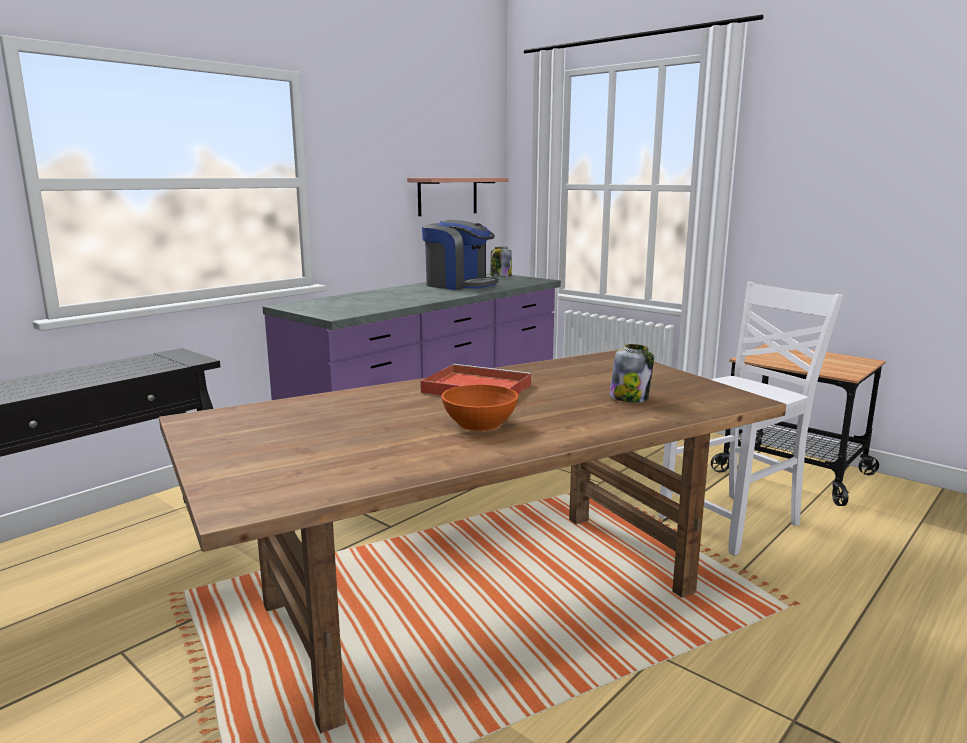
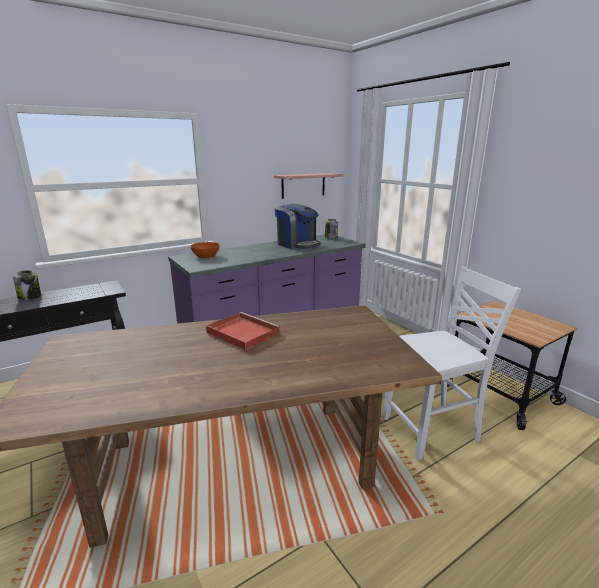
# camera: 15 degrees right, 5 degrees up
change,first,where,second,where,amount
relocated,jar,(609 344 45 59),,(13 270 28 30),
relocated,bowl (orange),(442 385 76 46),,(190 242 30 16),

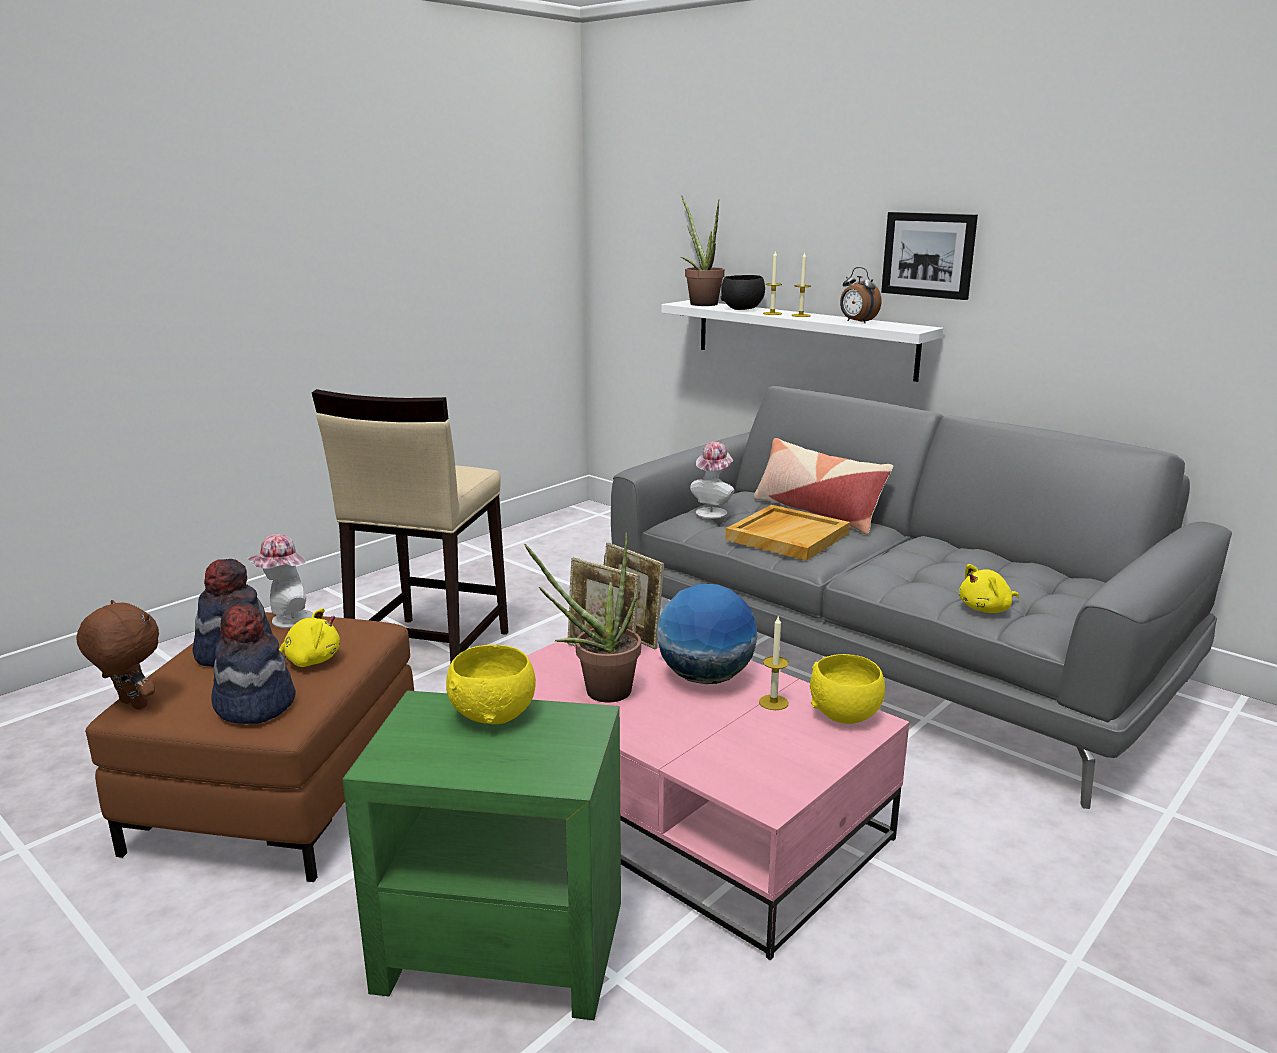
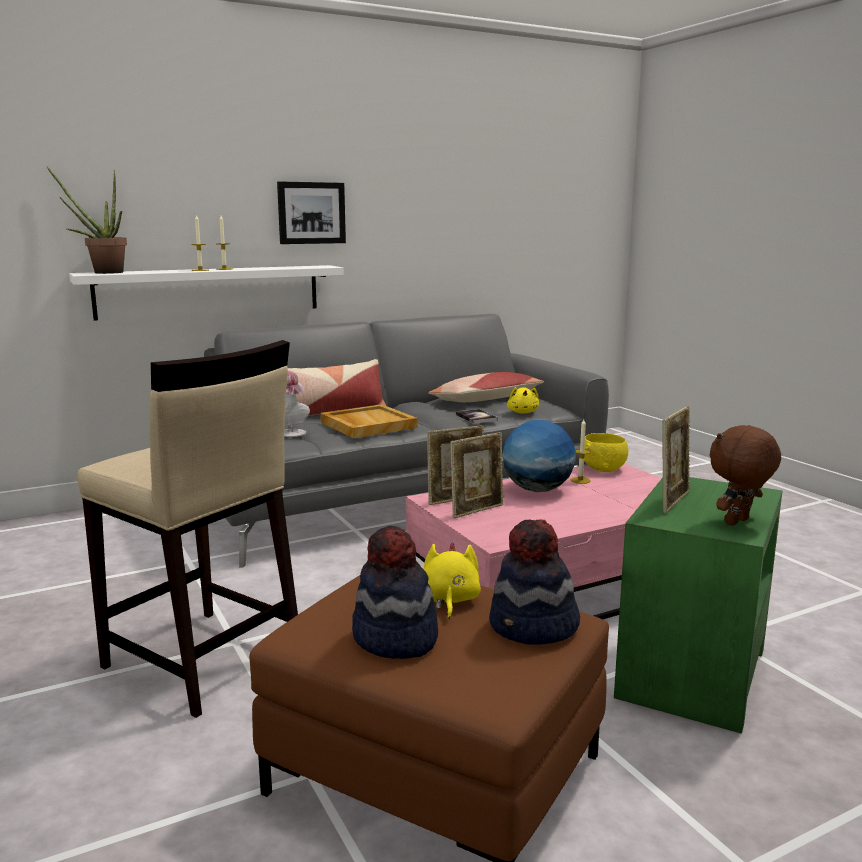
# camera: 70 degrees left, 5 degrees down
change,first,where,second,where,amount
appeared,,,pillow,(428 372 116 30),
appeared,,,book,(456 409 42 15),
exchanged,bowl (yellow),(446 645 90 79),picture frame,(662 406 28 107),
relocated,plush toy (brown),(76 600 83 110),,(710 425 71 100),
missing,hat,(247 534 66 94),,,
missing,potted plant,(524 532 117 170),,,
missing,bowl (black),(720 275 45 35),,,
missing,alarm clock,(840 267 42 56),,,

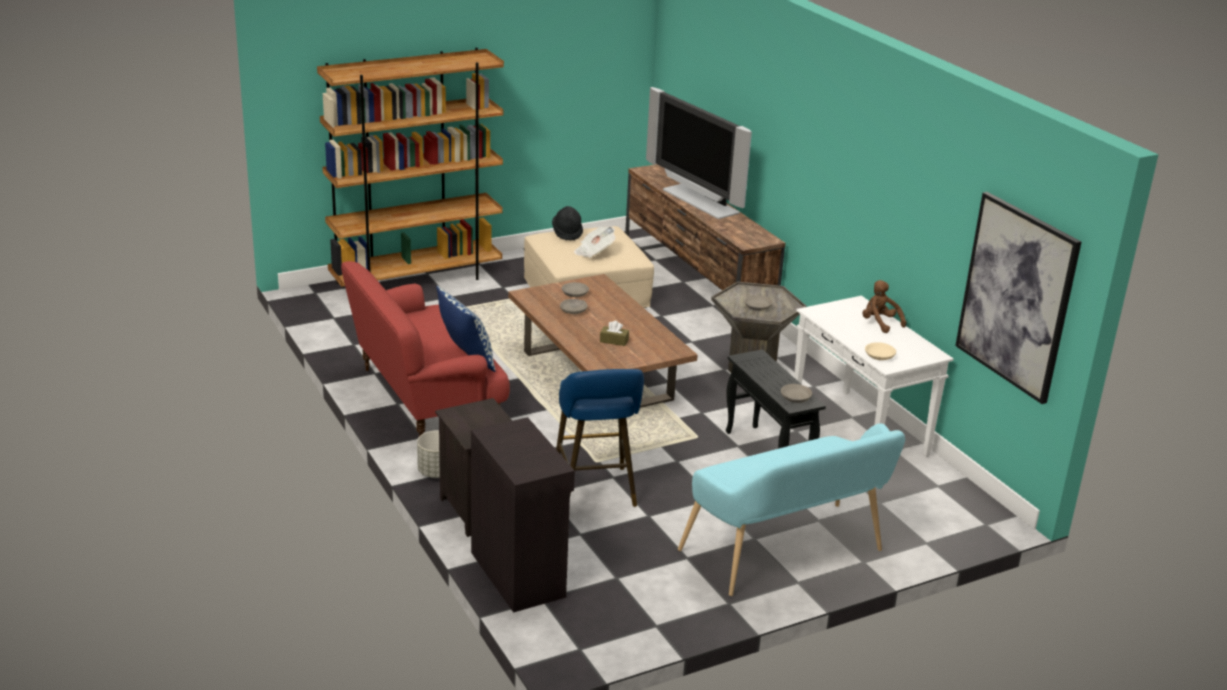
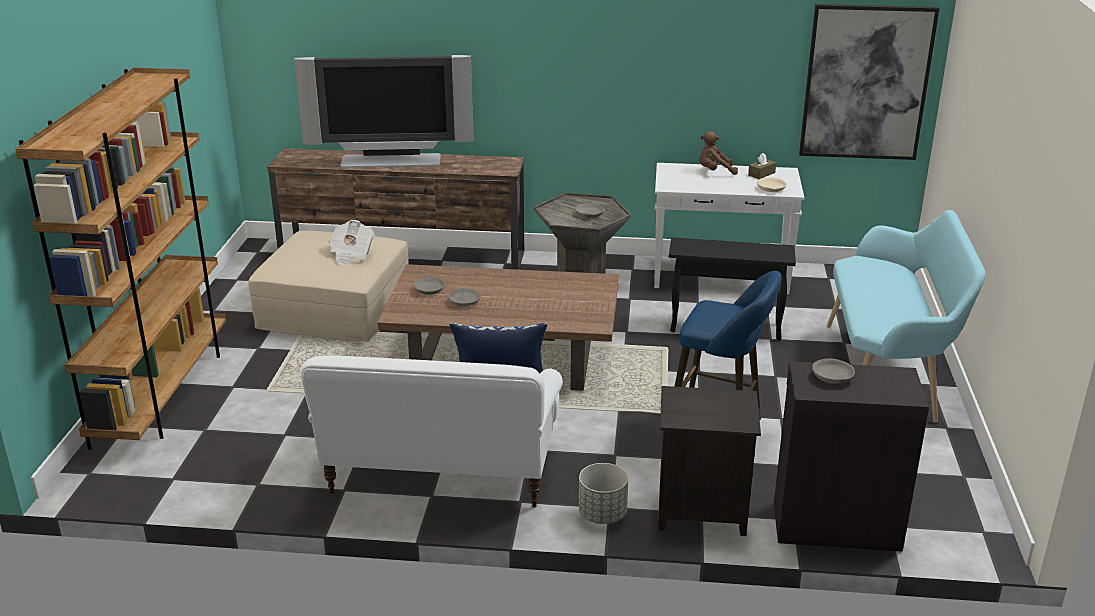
# camera: 55 degrees left, 0 degrees up
change,first,where,second,where,amount
colour,sofa (red),(341 261 169 175),sofa (white),(300 356 263 152),
relocated,tissue box (brown),(600 321 29 25),,(748 153 28 26),
relocated,bowl (grey),(781 384 31 19),,(812 359 43 25),
missing,hat (black),(552 206 31 35),,,

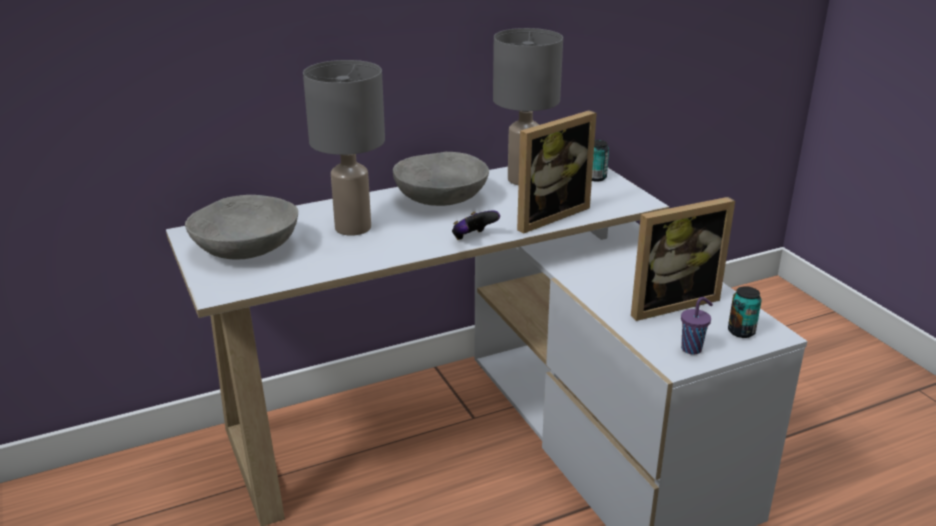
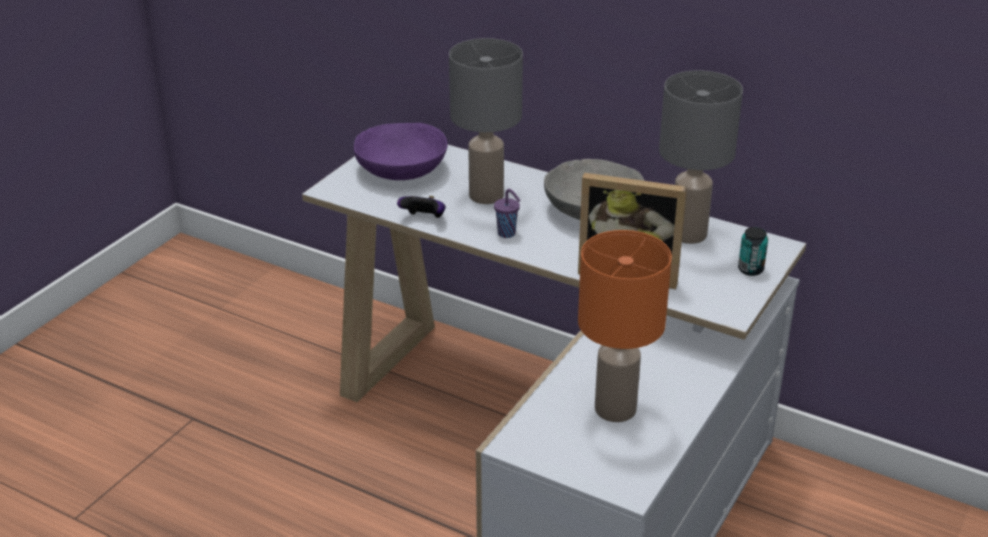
# camera: 55 degrees right, 5 degrees up
change,first,where,second,where,amount
colour,bowl (grey),(185 195 113 65),bowl (purple),(354 123 94 57),
relocated,game controller,(452 210 48 30),,(397 196 48 22),
relocated,cup (purple),(681 297 32 57),,(494 189 27 49),
exchanged,picture frame,(631 197 104 124),table lamp (orange),(578 230 94 192),
missing,can,(728 286 34 52),,,

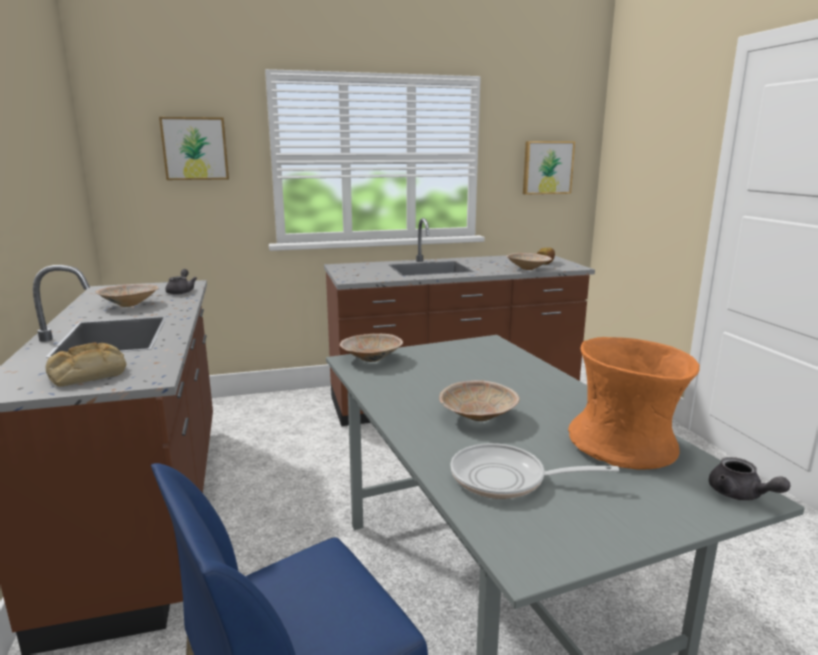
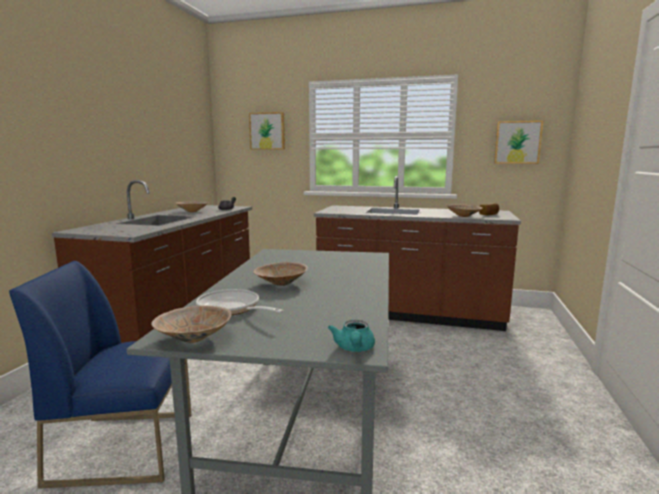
# camera: 30 degrees right, 5 degrees down
change,first,where,second,where,amount
relocated,bowl (beige),(340 334 63 28),,(151 306 81 37),
colour,teapot (grey),(709 457 82 44),teapot (turquoise),(328 320 47 32),
missing,bread,(46 342 80 44),,,
missing,vase (orange),(568 337 132 132),,,

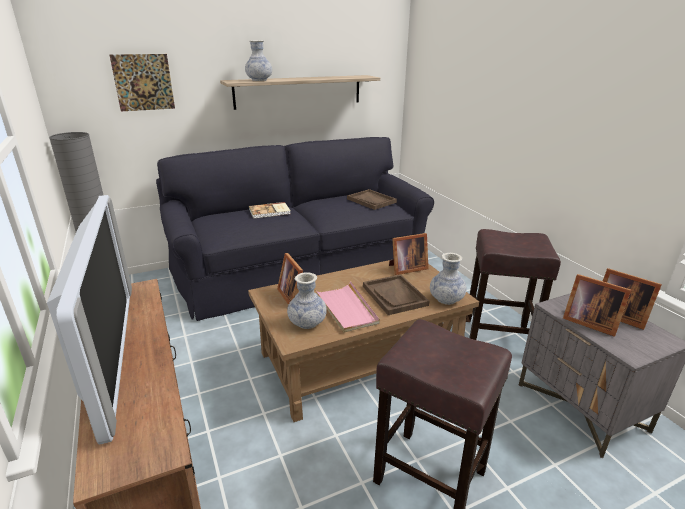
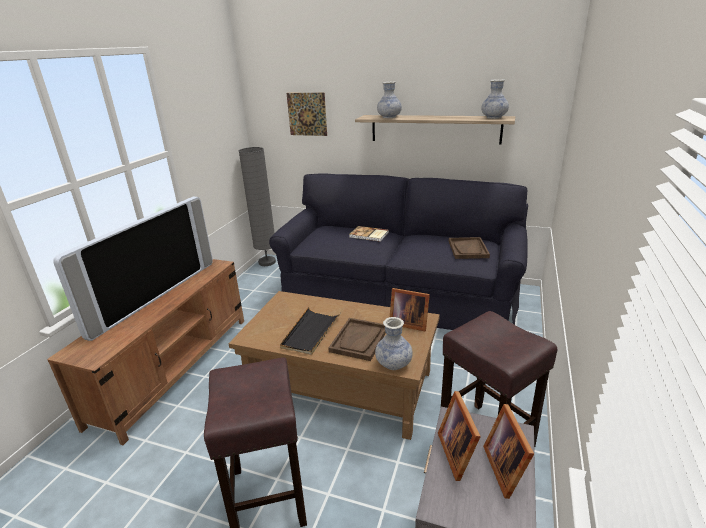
# camera: 45 degrees right, 0 degrees up
change,first,where,second,where,amount
colour,tray (pink),(314 281 66 52),tray (black),(280 307 61 48),
relocated,vase,(287 272 40 57),,(481 79 28 40),
missing,picture frame,(277 253 26 52),,,

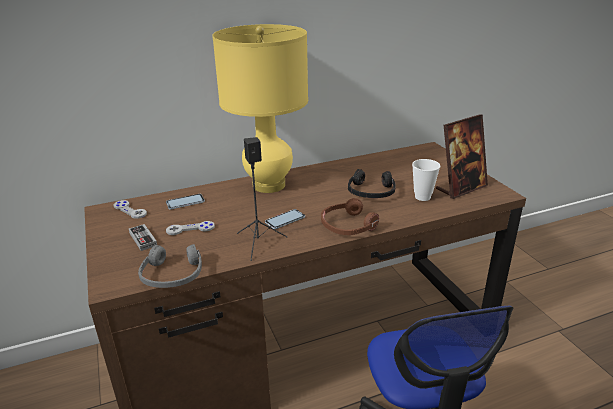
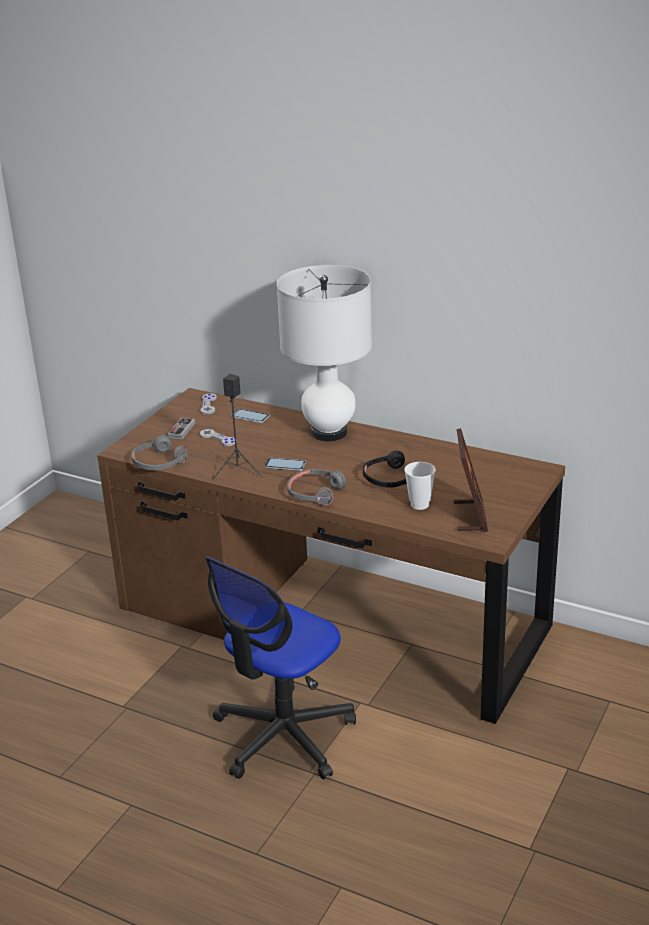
# camera: 50 degrees right, 0 degrees up
change,first,where,second,where,amount
colour,table lamp (yellow),(212 24 96 169),table lamp (white),(277 265 95 176),
colour,headphones (brown),(321 198 58 37),headphones (grey),(287 469 59 37),
spun,picture frame,(436 114 52 85),,(454 428 34 104),105 degrees counterclockwise

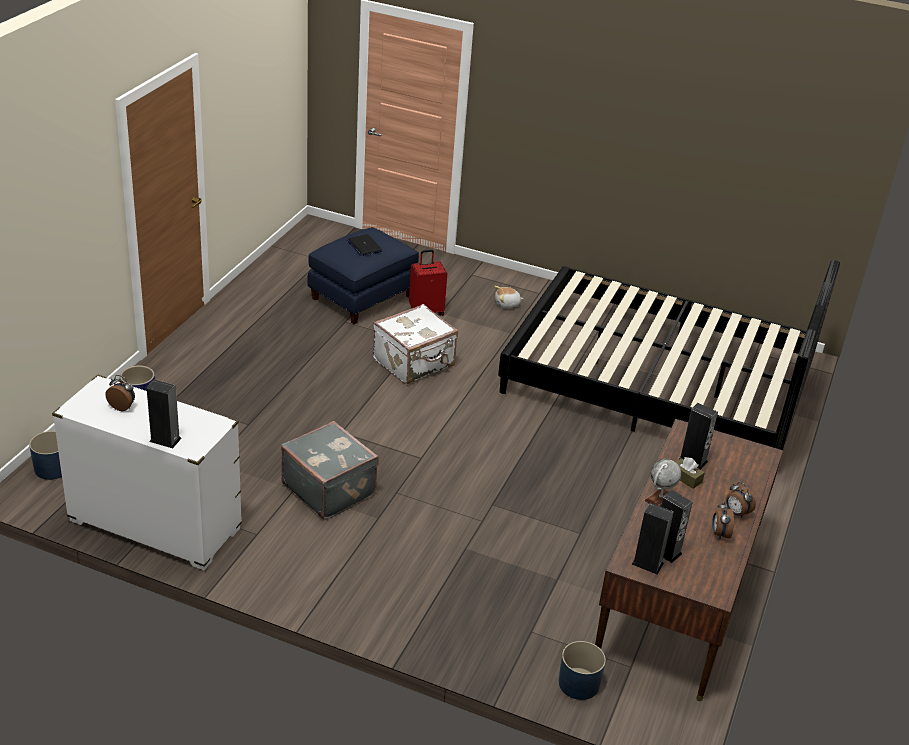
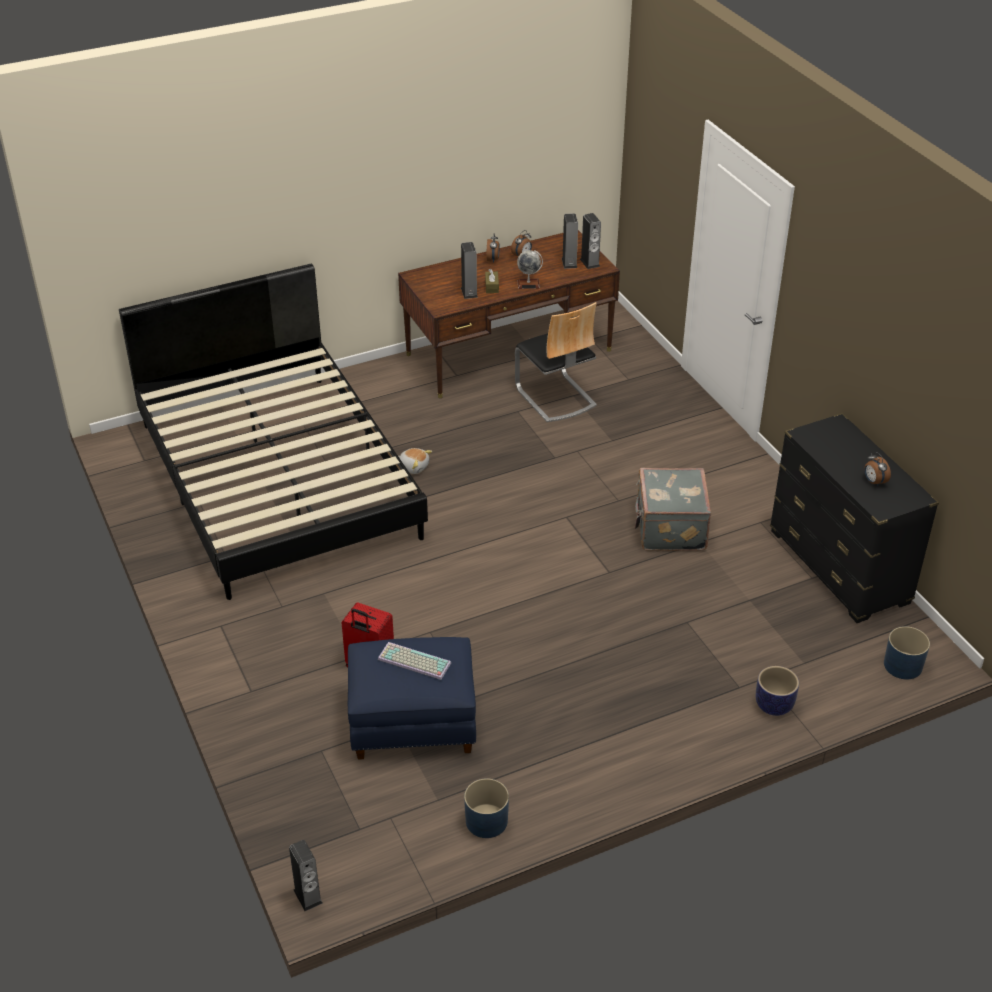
# camera: 135 degrees left, 5 degrees up
change,first,where,second,where,amount
relocated,speaker,(147 380 35 68),,(289 840 34 71),
exchanged,laptop,(347 234 36 22),keyboard,(378 642 73 38),
relocated,plush toy,(494 286 30 22),,(398 448 34 26),
relocated,planter (blue),(559 641 47 59),,(464 778 45 60),
appeared,,,chair,(515 302 82 120),
colour,dresser (white),(52 375 190 195),dresser (black),(770 413 169 210),
missing,suitcase (white),(373 304 85 80),,,

